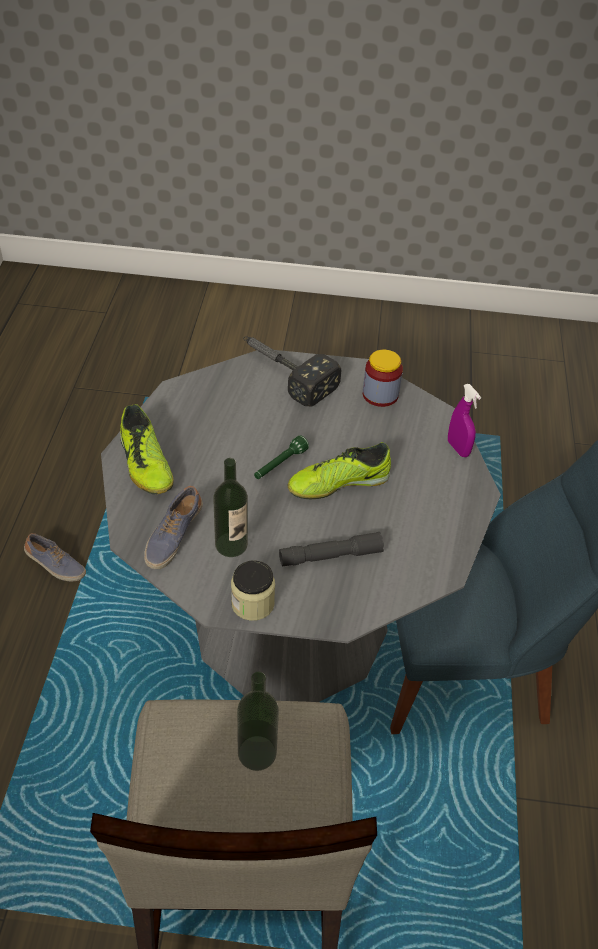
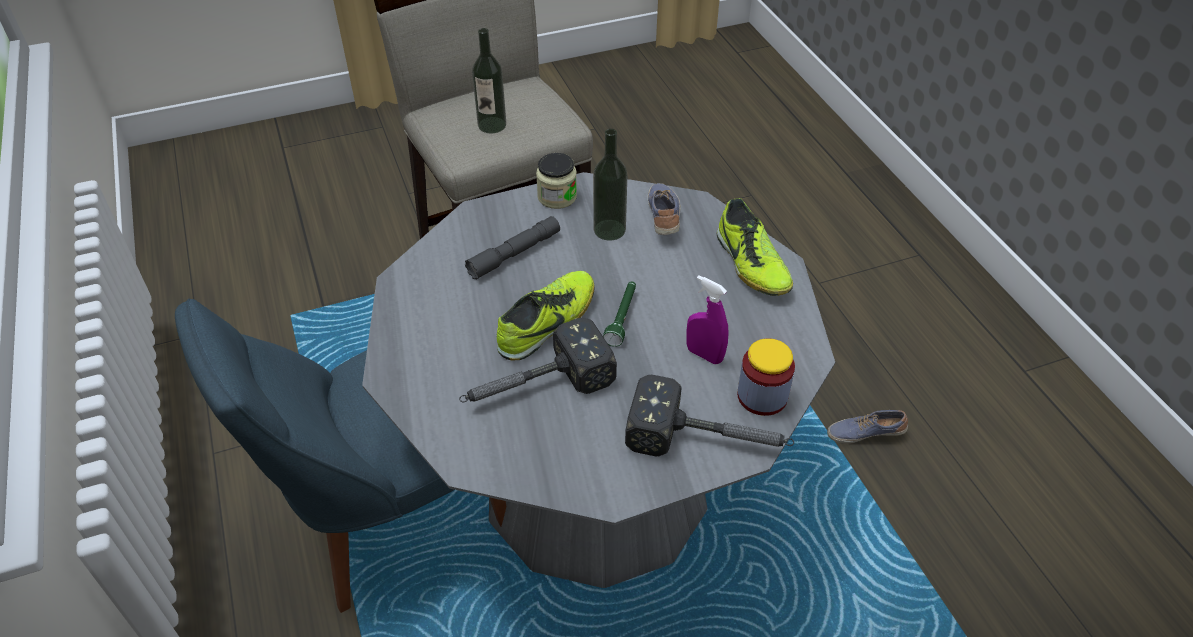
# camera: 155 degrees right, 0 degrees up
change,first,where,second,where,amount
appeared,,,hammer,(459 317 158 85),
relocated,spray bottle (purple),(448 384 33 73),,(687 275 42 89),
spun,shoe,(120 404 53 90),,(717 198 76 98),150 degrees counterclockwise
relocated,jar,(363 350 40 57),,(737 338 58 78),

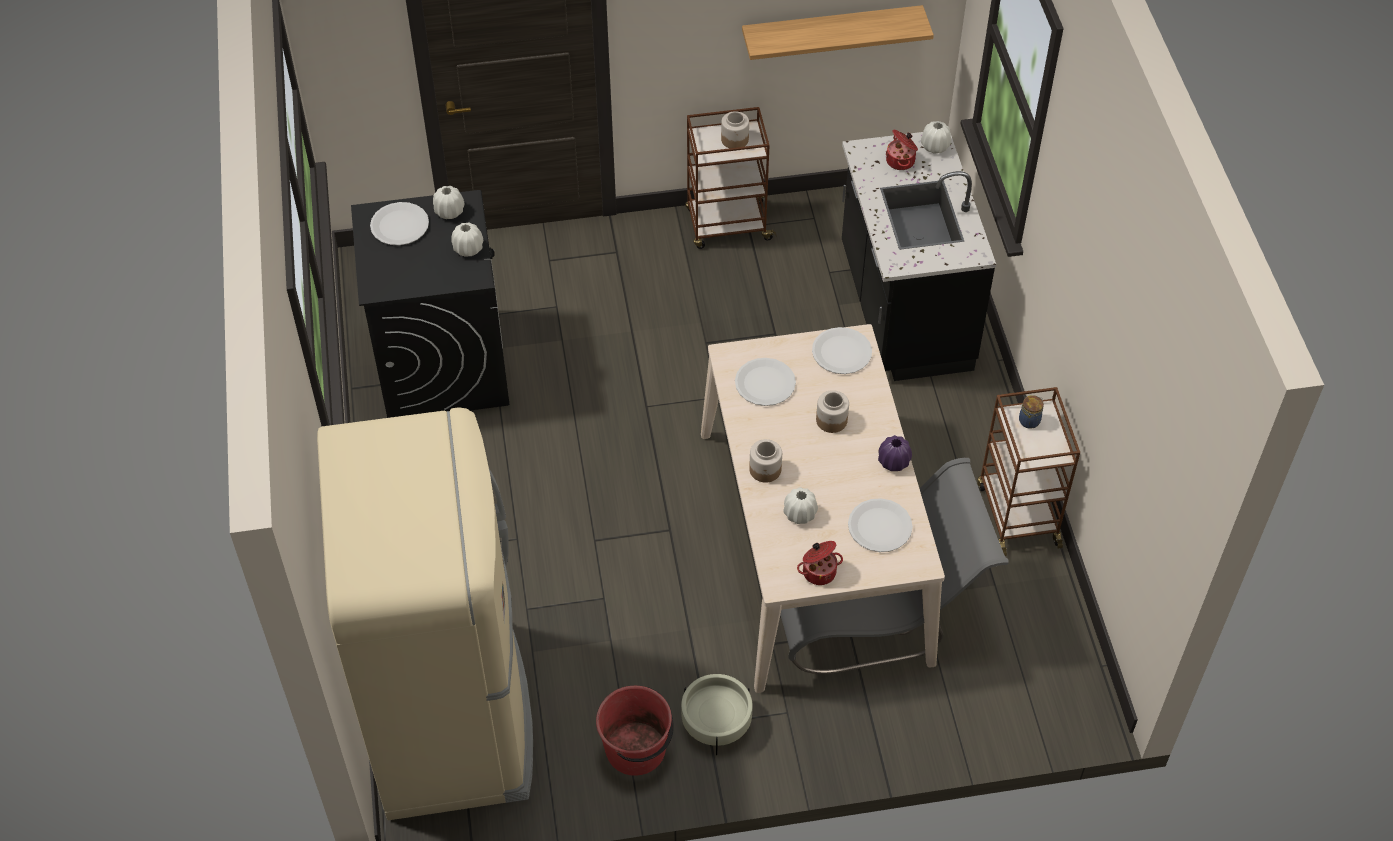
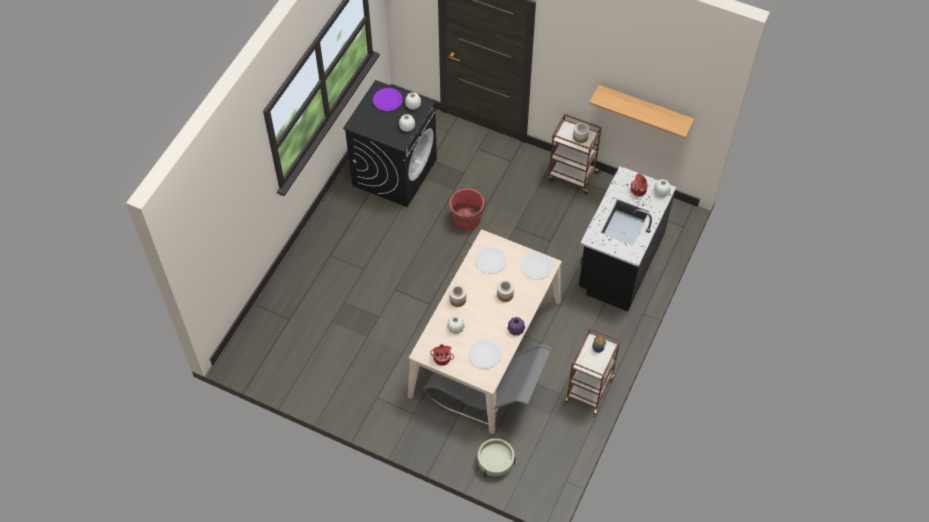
# camera: 35 degrees right, 5 degrees up
change,first,where,second,where,amount
colour,plate (white),(370 202 59 43),plate (purple),(373 88 30 23),
relocated,bucket (red),(596 686 78 90),,(450 189 36 41),
relocated,planter (beige),(681 674 72 81),,(478 438 37 39),
missing,fridge (beige),(317 407 216 413),,,

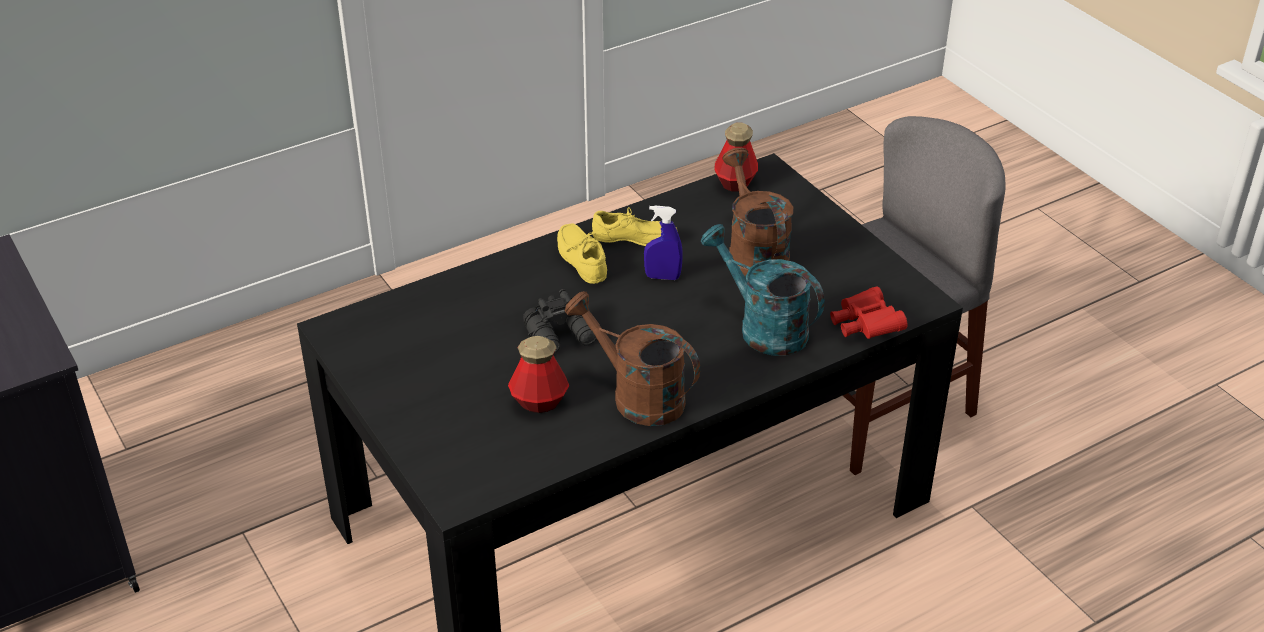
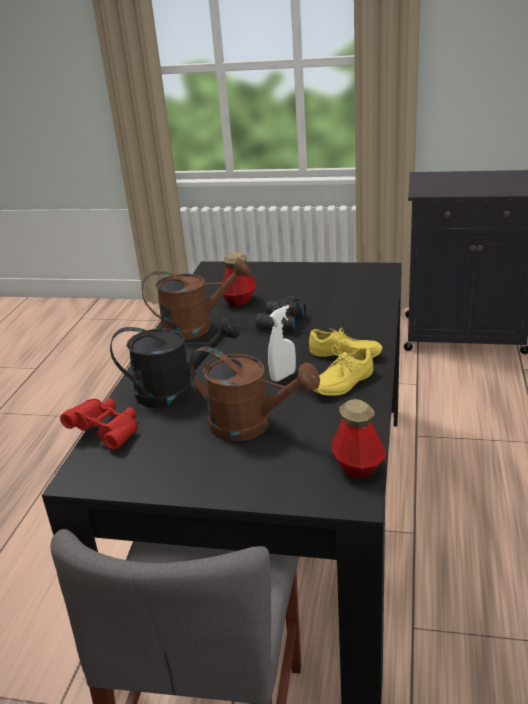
# camera: 135 degrees right, 10 degrees down
change,first,where,second,where,amount
colour,watering can (turquoise),(701 224 124 132),watering can (black),(110 316 130 92),
colour,spray bottle (blue),(644 205 39 75),spray bottle (white),(268 305 28 77),

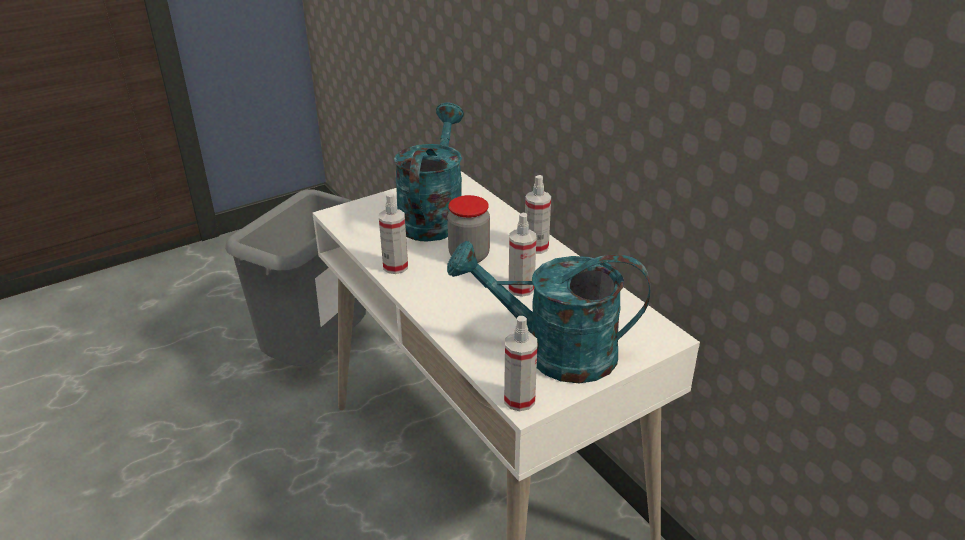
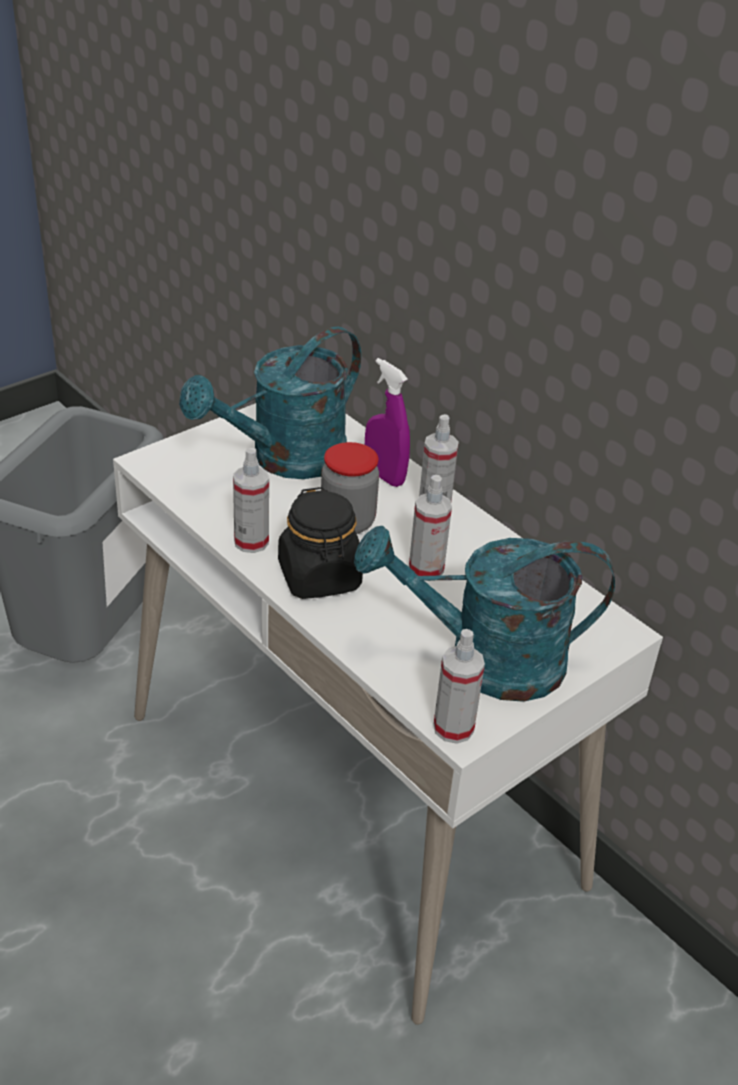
# camera: 10 degrees left, 5 degrees up
change,first,where,second,where,amount
spun,watering can (turquoise),(394 102 70 140),,(179 326 182 153),135 degrees counterclockwise
appeared,,,jar (black),(278 487 85 112),
appeared,,,spray bottle (purple),(365 358 45 129),

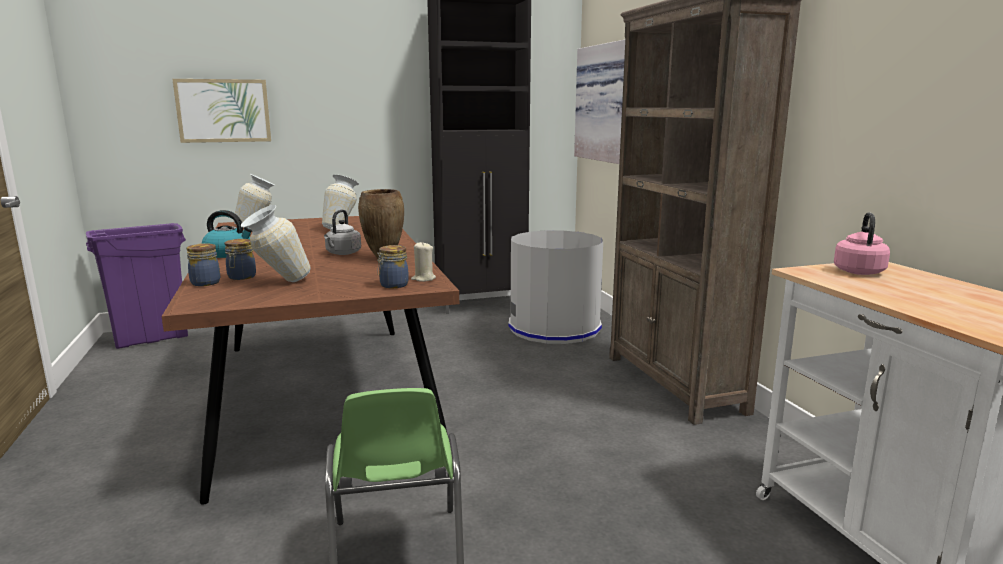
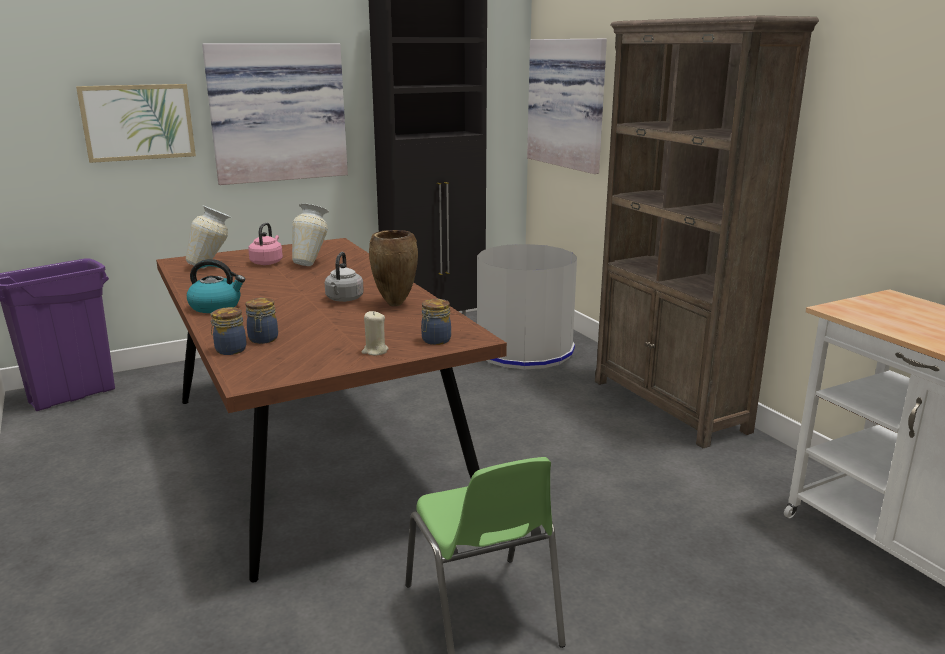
# camera: 10 degrees left, 5 degrees up
change,first,where,second,where,amount
appeared,,,picture,(202 44 146 141),
relocated,kettle (pink),(834 212 56 63),,(248 222 35 43),
relocated,candle (beige),(411 242 25 40),,(362 311 27 44),
missing,vase,(241 205 70 77),,,

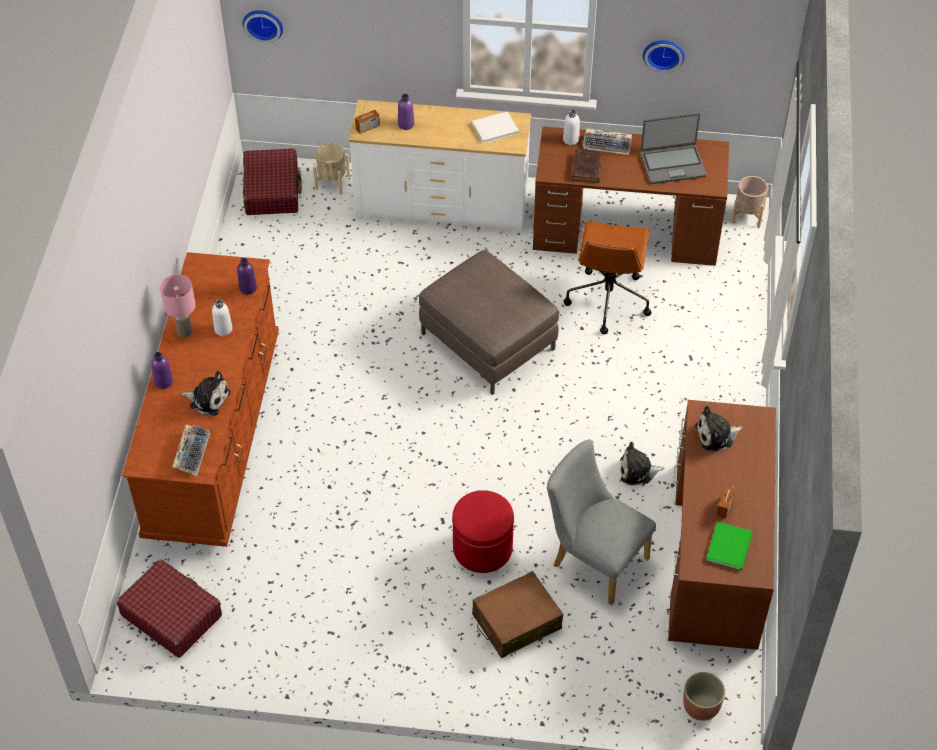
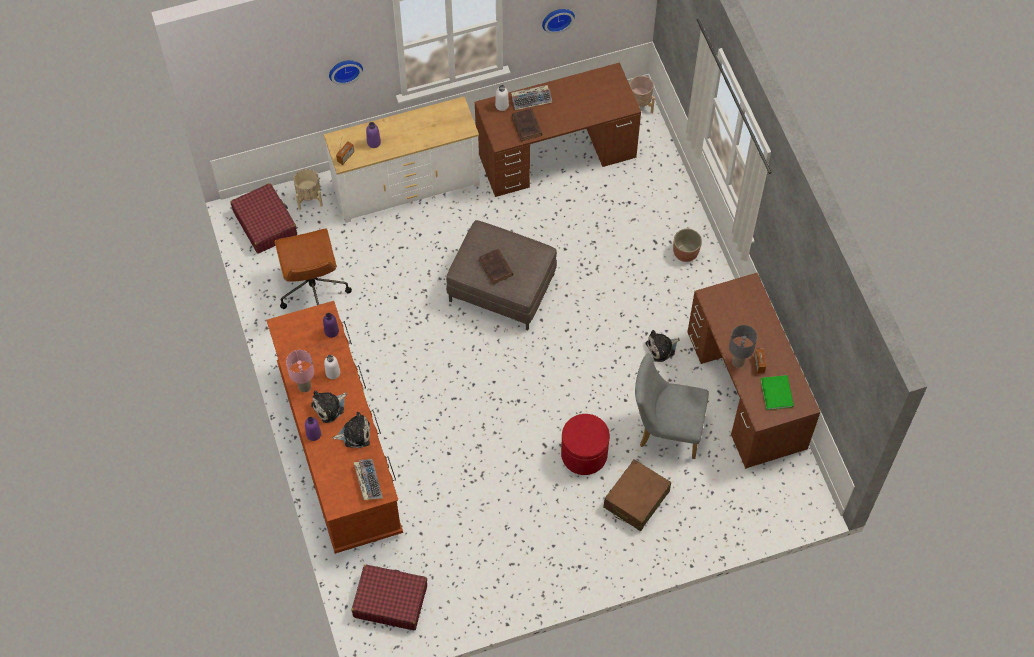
# camera: 25 degrees left, 10 degrees up
change,first,where,second,where,amount
relocated,office chair (brown),(564 221 88 113),,(275 228 77 81),
relocated,plush toy,(695 406 48 46),,(311 391 36 32),
relocated,wall clock,(243 10 40 33),,(329 60 34 25),
appeared,,,book (brown),(479 249 35 36),
relocated,planter,(683 672 42 49),,(673 229 29 33),
appeared,,,table lamp (grey),(729 325 28 43),
missing,book (white),(472 111 47 32),,,
missing,laptop,(641 113 66 71),,,

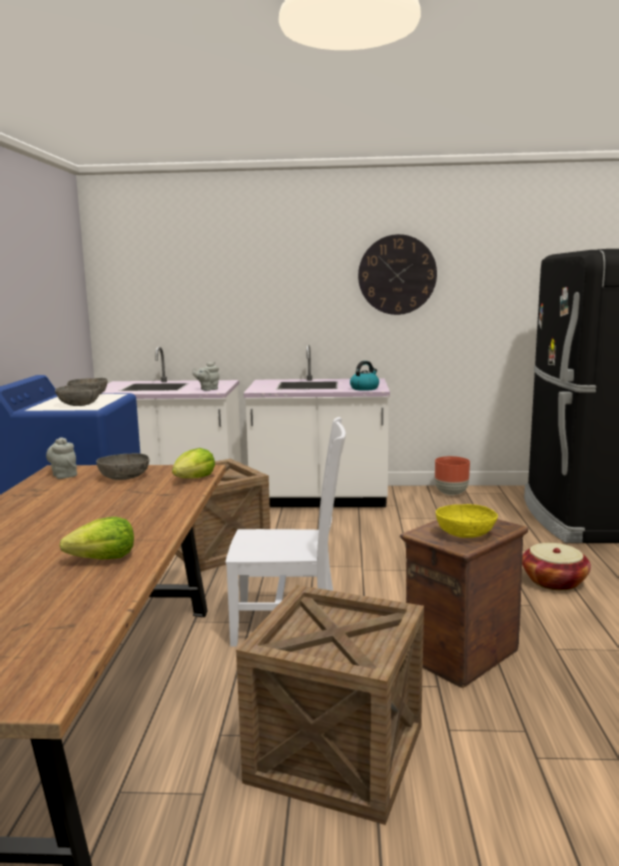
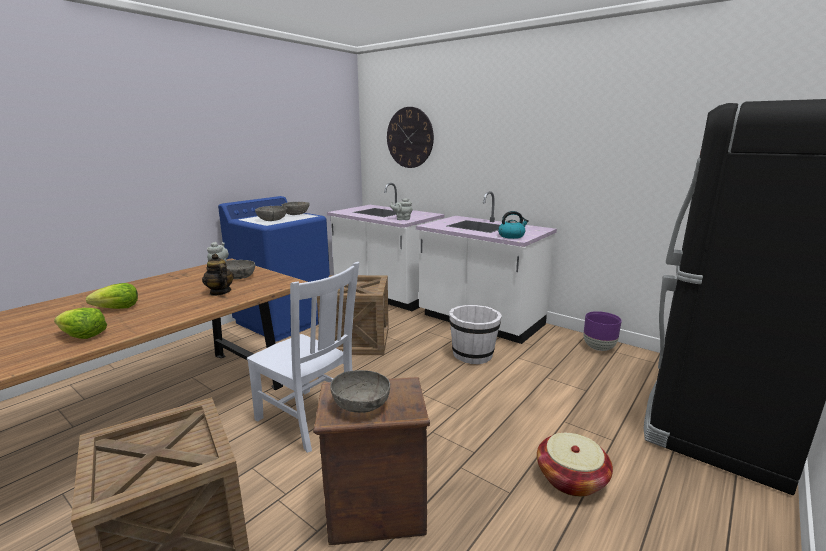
# camera: 35 degrees right, 5 degrees up
change,first,where,second,where,amount
relocated,lettuce,(172 448 43 30),,(86 283 52 26),
appeared,,,teapot,(202 254 32 42),
colour,bowl (yellow),(436 504 62 34),bowl (grey),(330 370 60 43),
relocated,wall clock,(358 234 79 81),,(387 107 47 61),
appeared,,,bucket (white),(449 305 53 59),
colour,planter (brown),(435 456 35 39),planter (purple),(584 311 38 40),

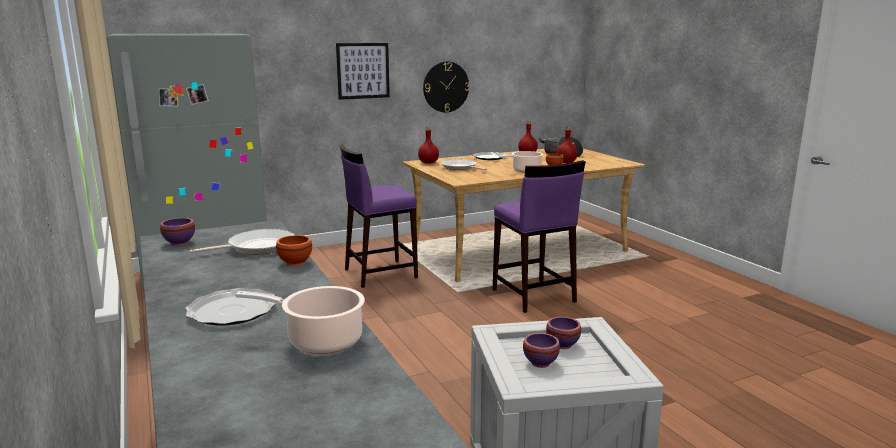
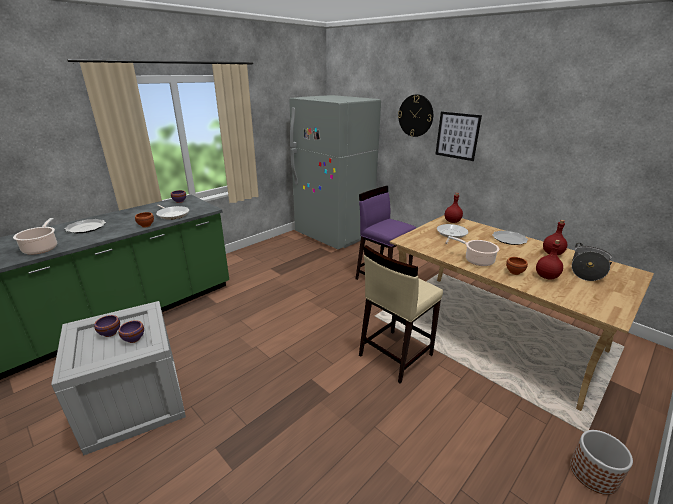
# camera: 70 degrees right, 10 degrees up
change,first,where,second,where,amount
colour,stool (purple),(493 160 93 153),stool (beige),(359 245 84 138),
relocated,wall clock,(423 61 47 52),,(398 94 35 43),
appeared,,,planter,(570 430 63 65),

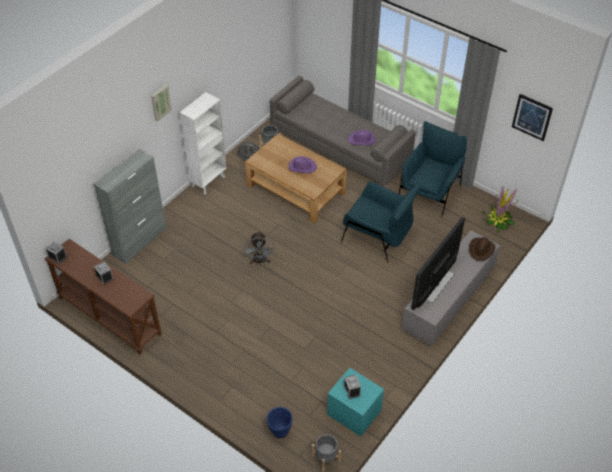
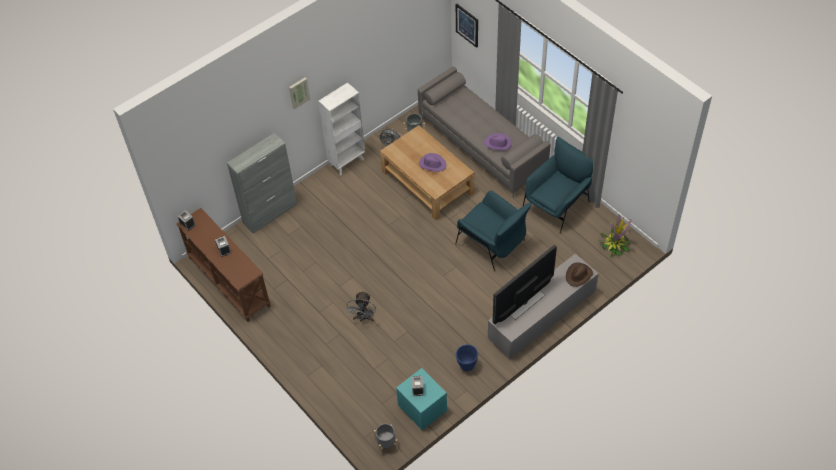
# camera: 15 degrees right, 5 degrees up
change,first,where,second,where,amount
relocated,fan (grey),(244 231 30 33),,(346 291 30 30),
relocated,picture,(512 94 41 47),,(456 4 22 44),
relocated,planter (blue),(267 407 25 31),,(456 344 22 27),

